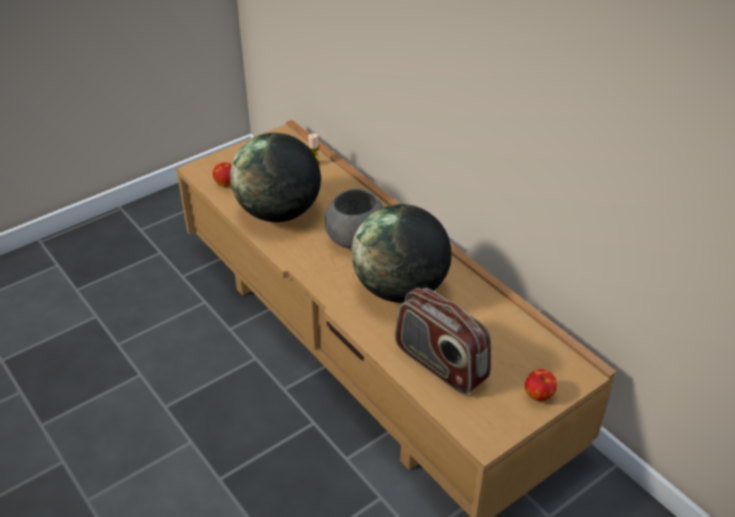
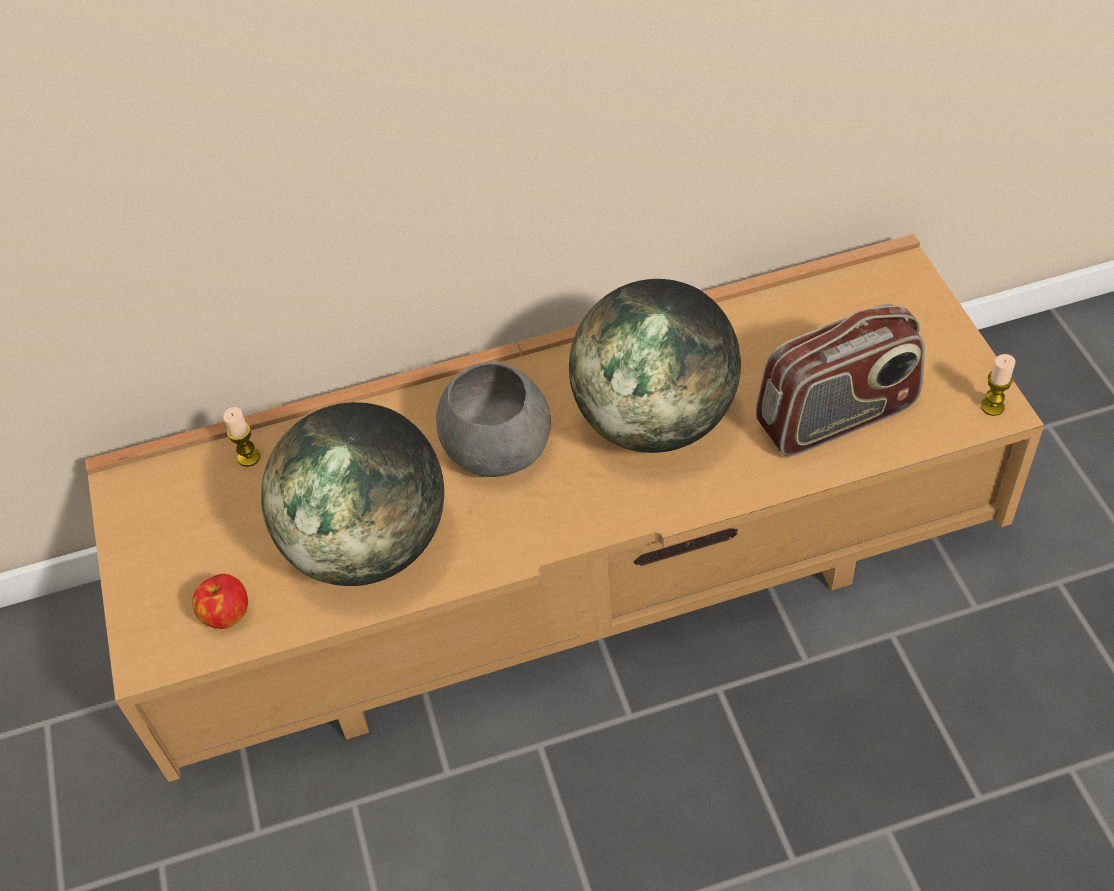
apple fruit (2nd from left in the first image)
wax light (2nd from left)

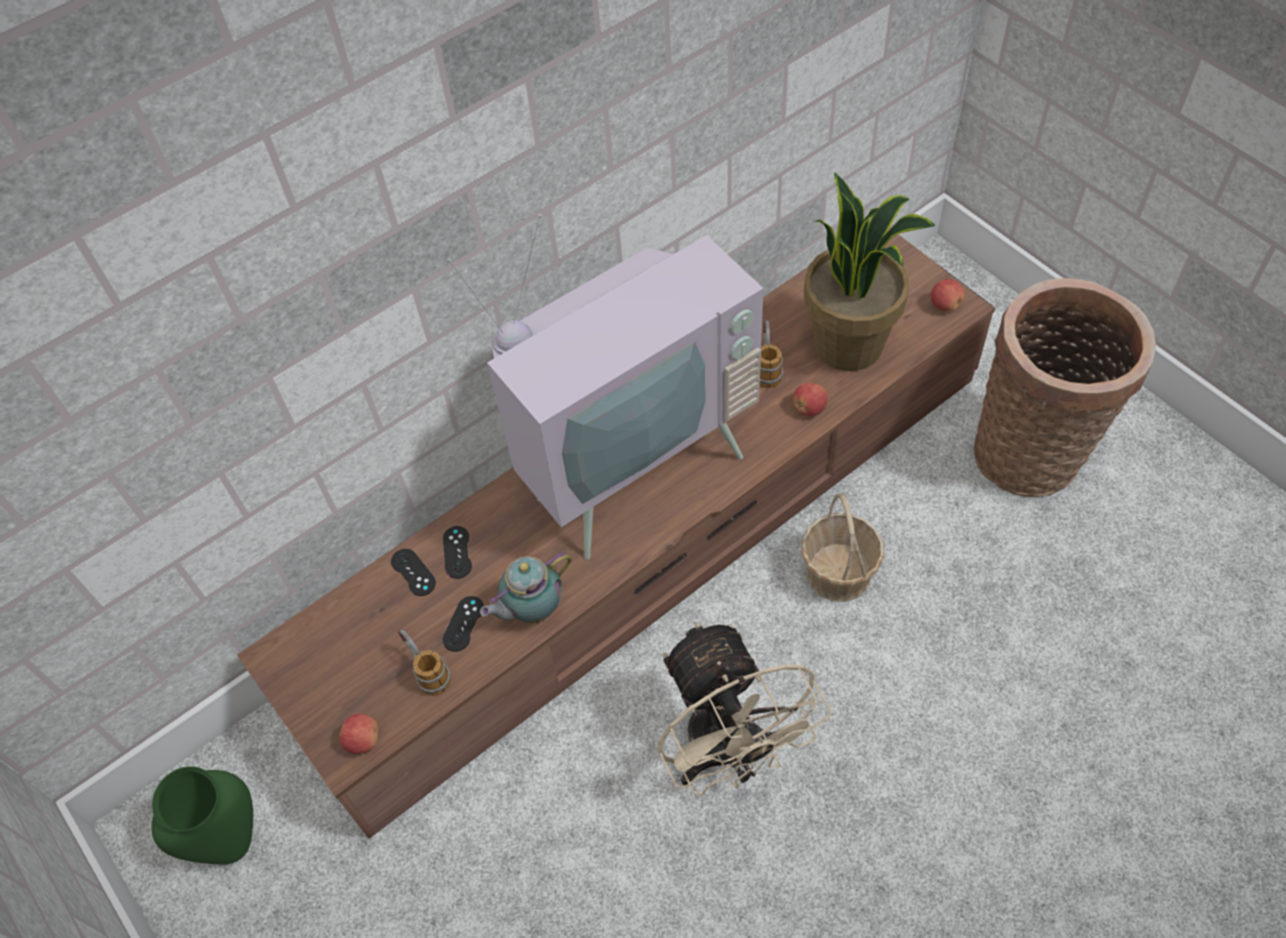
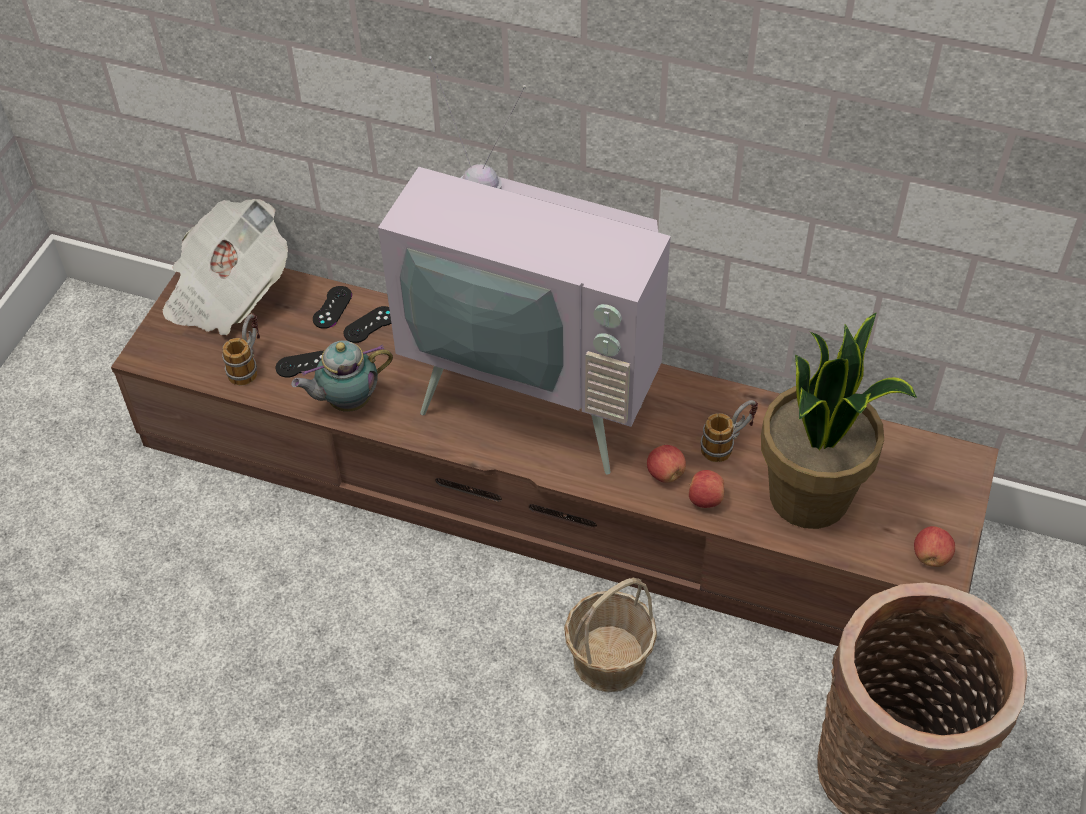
green flower vase
sand-coloured fan
newspaper
apple fruit (1st from left)
pot for tea

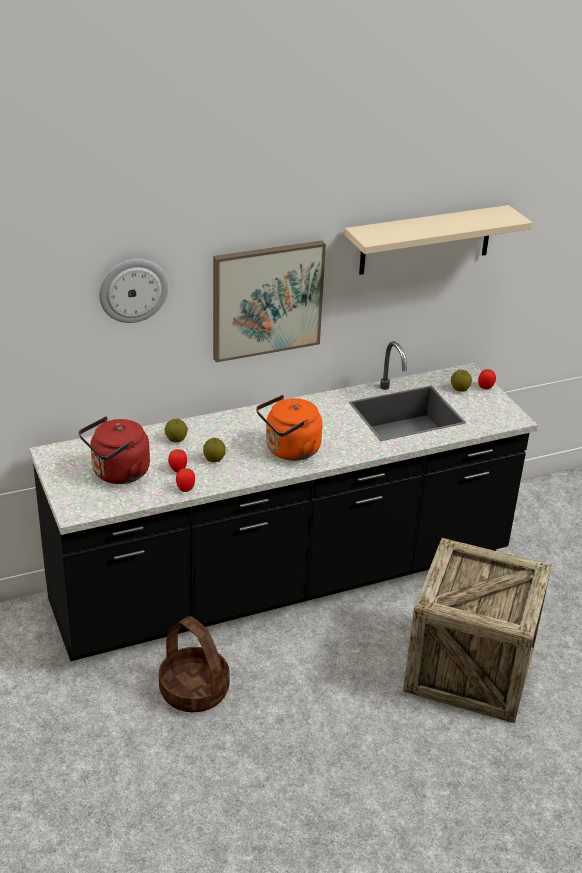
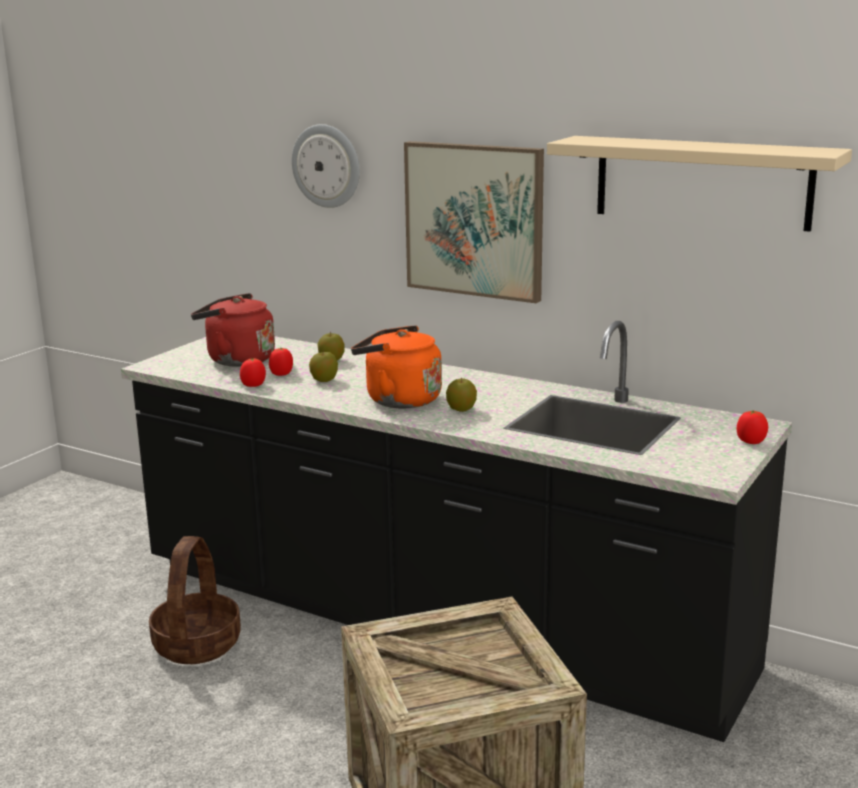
apple fruit (3rd from left)

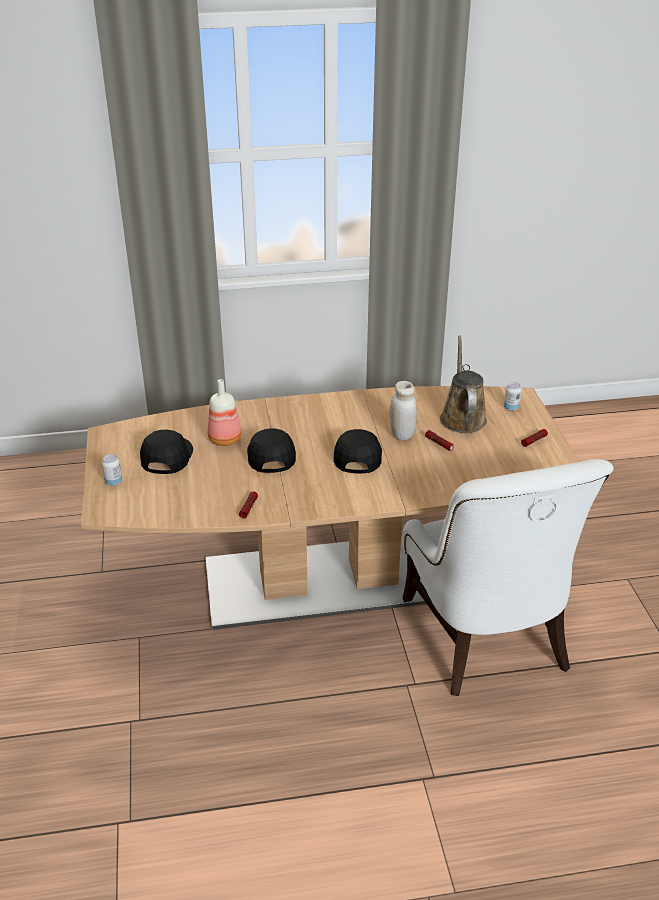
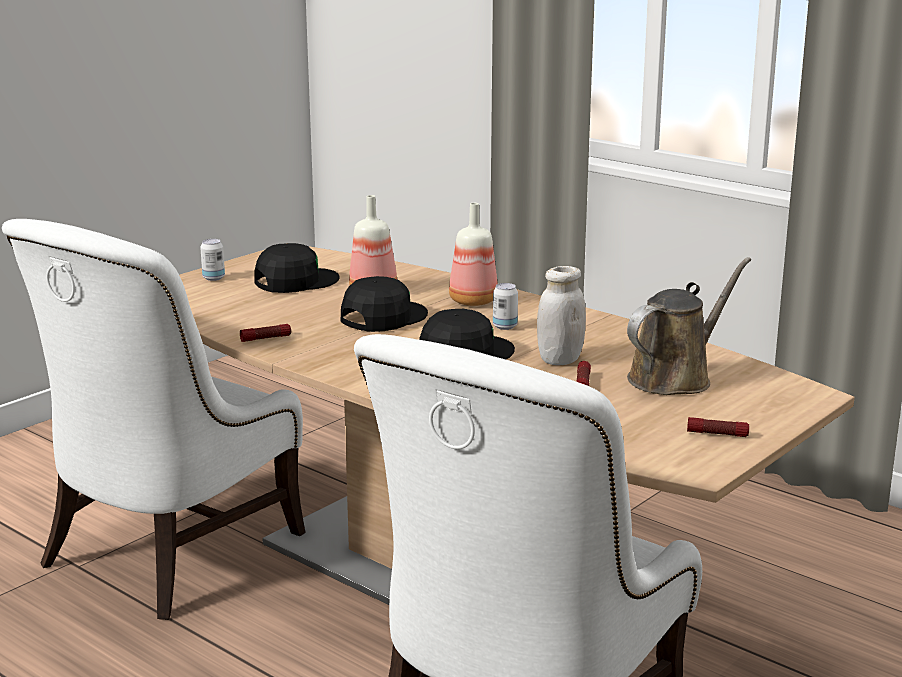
white-coloured chair (1st from left)
beverage bottle (2nd from left)
can (2nd from left)

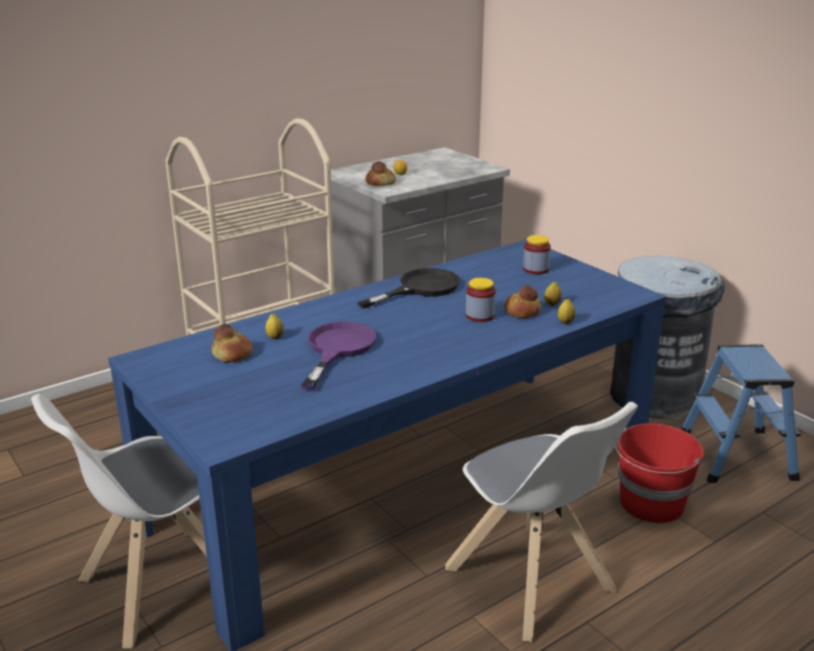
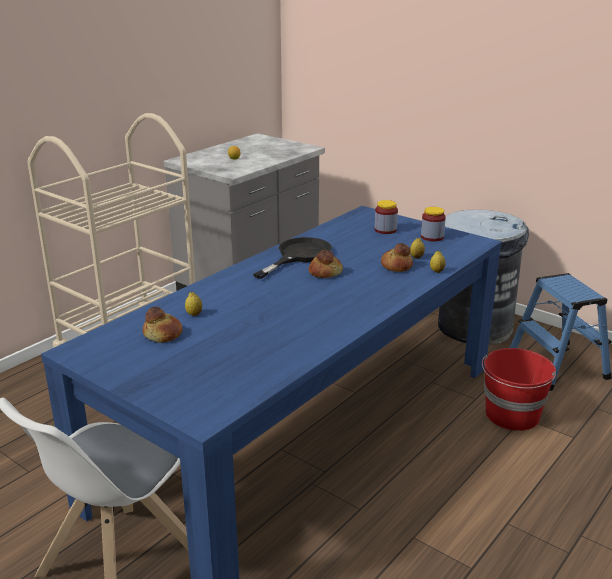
purplish skillet
chair (2nd from left in the first image)
bakery bread (2nd from left)
storage jar (2nd from left)

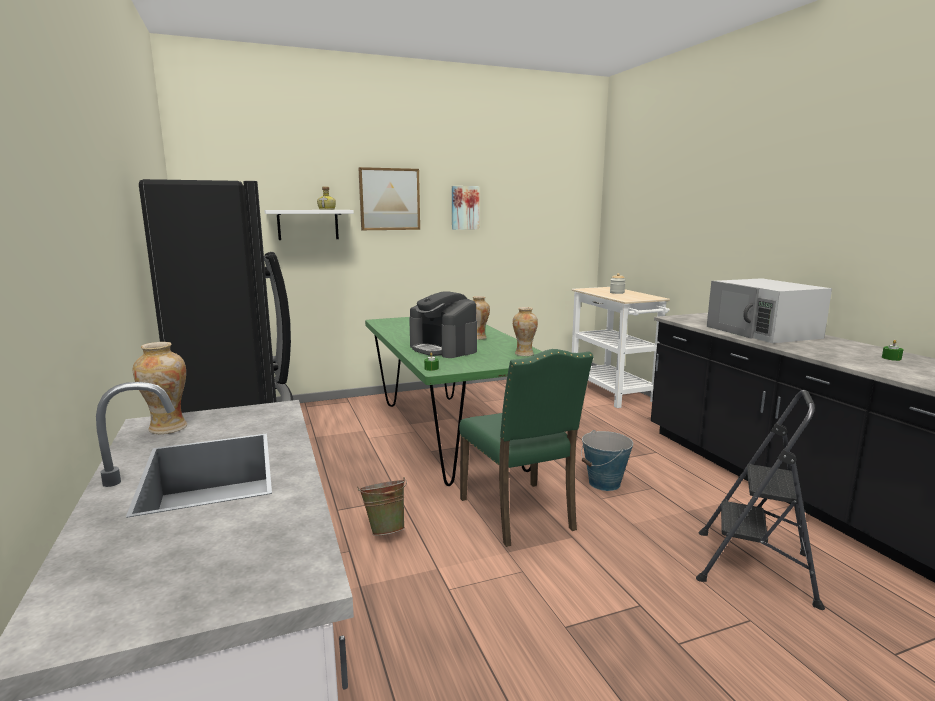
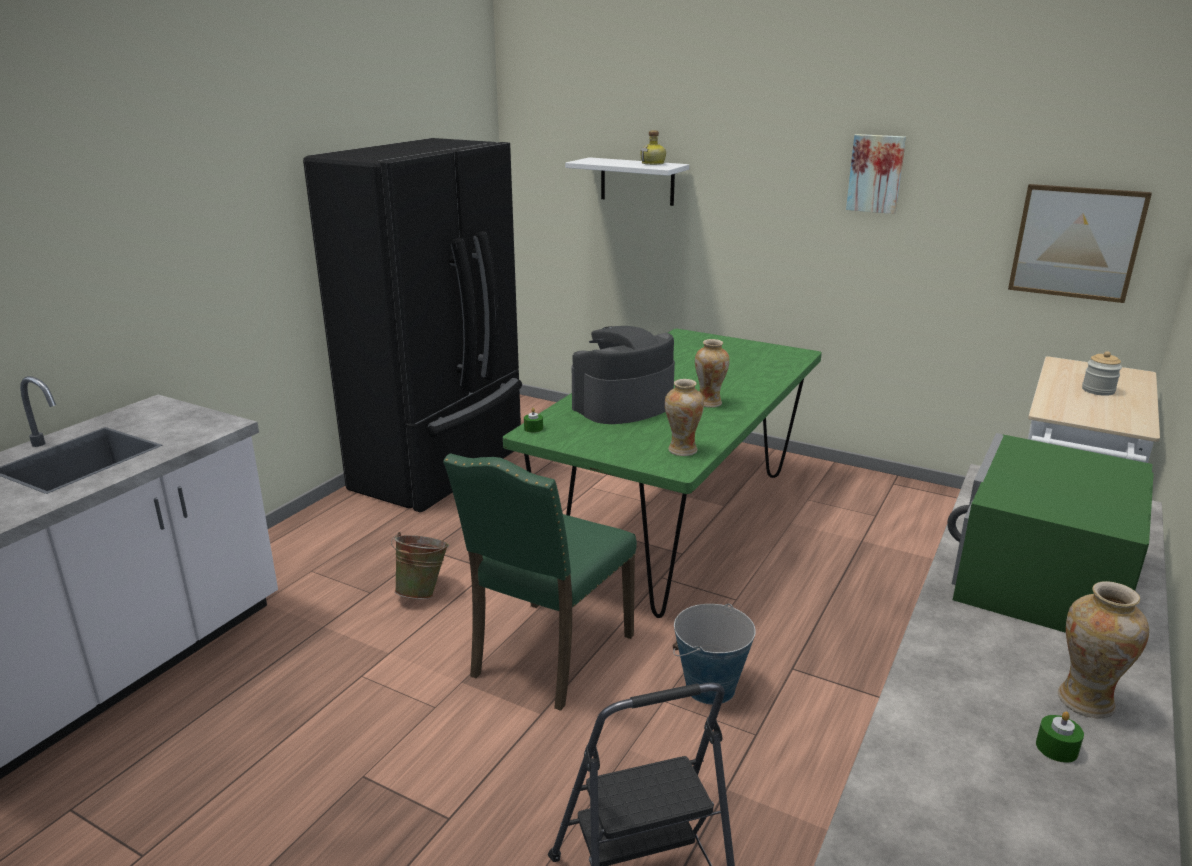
flower vase (3rd from left)
wall art (2nd from left)
green kitchen microwave
coffee machine

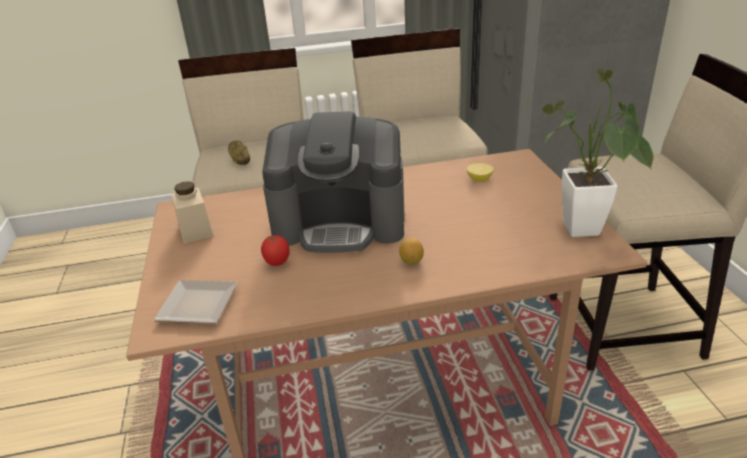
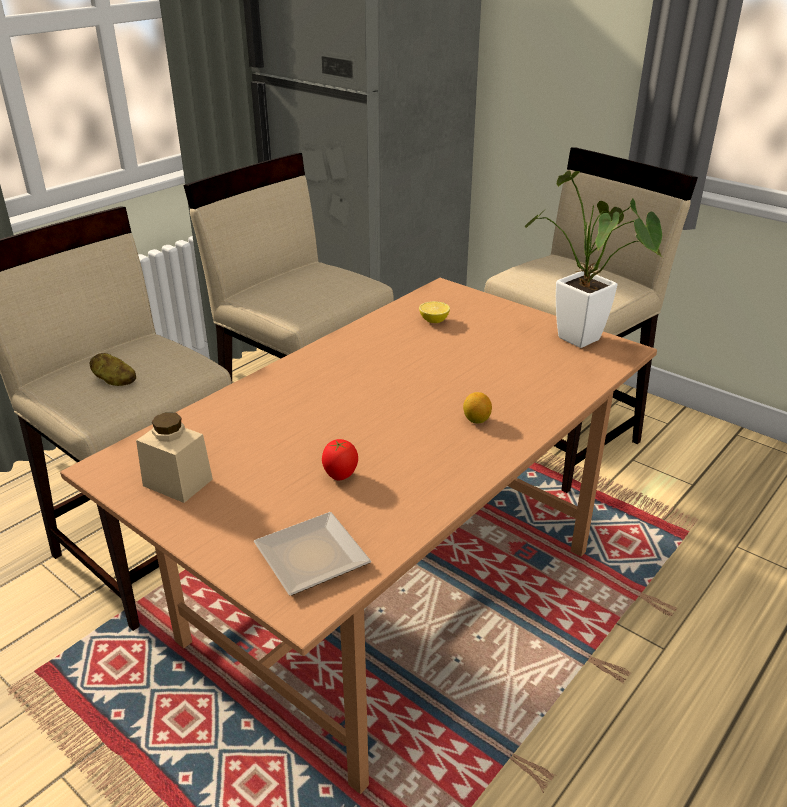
coffee machine

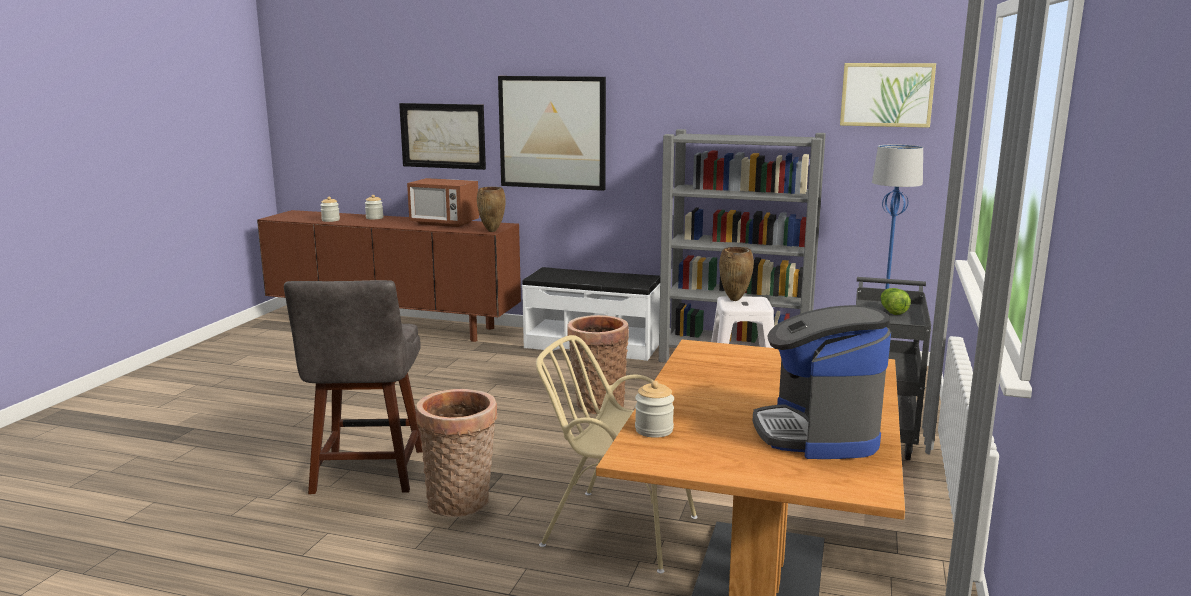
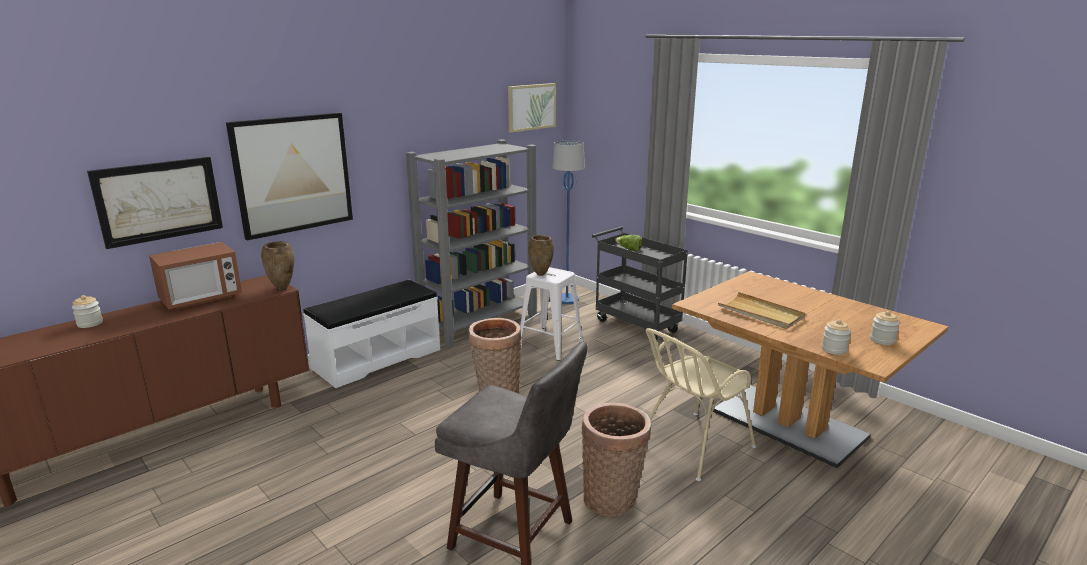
coffee machine
sand-coloured serving tray
storage jar (3rd from left)

